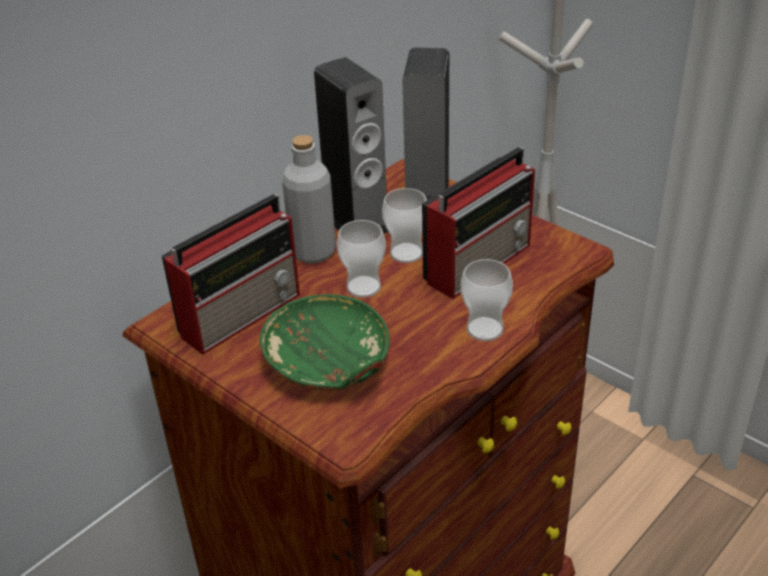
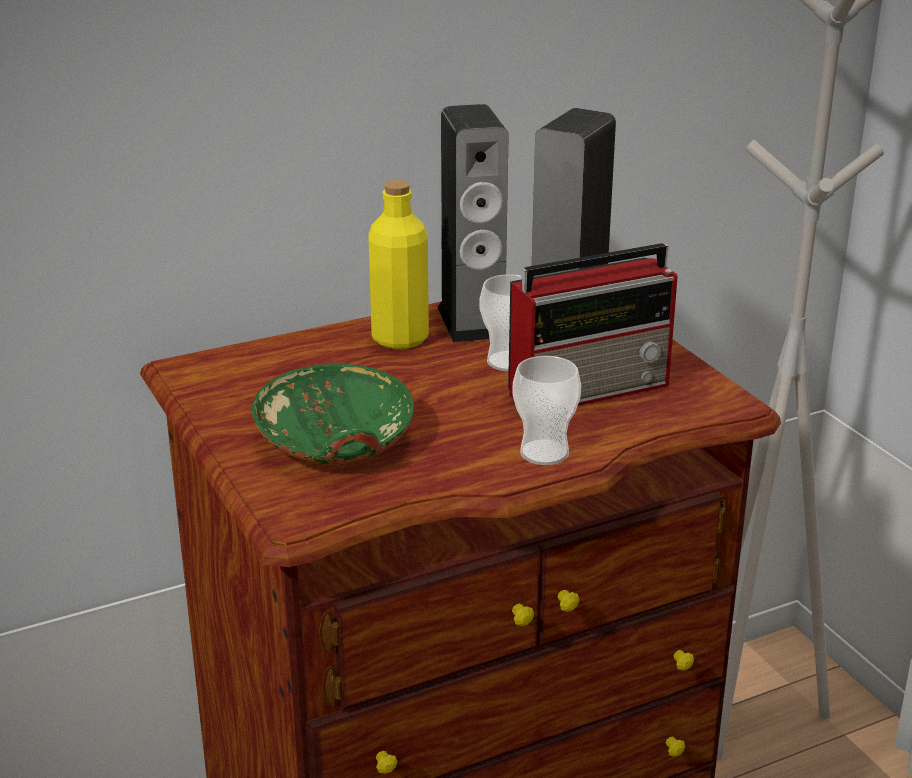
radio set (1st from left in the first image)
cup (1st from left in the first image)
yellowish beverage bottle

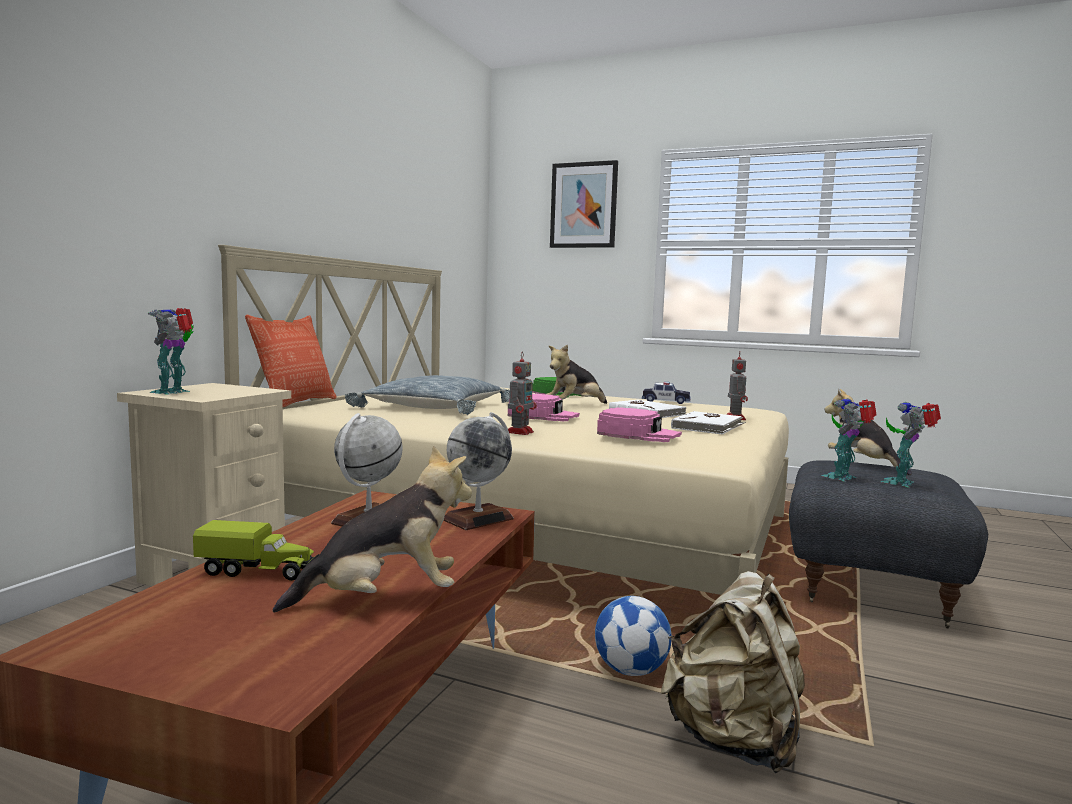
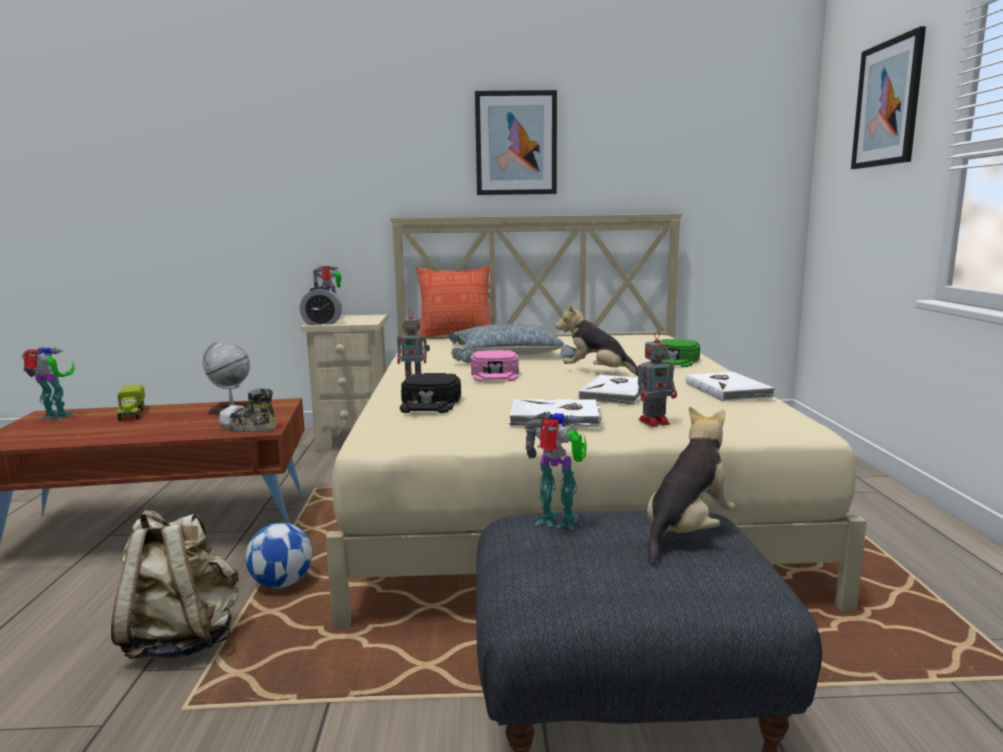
cuddly toy (1st from left in the first image)
bedside clock
wall art (1st from left)
model robot (1st from left)
item of footwear
white-coloured book (3rd from left)
black baseball cap

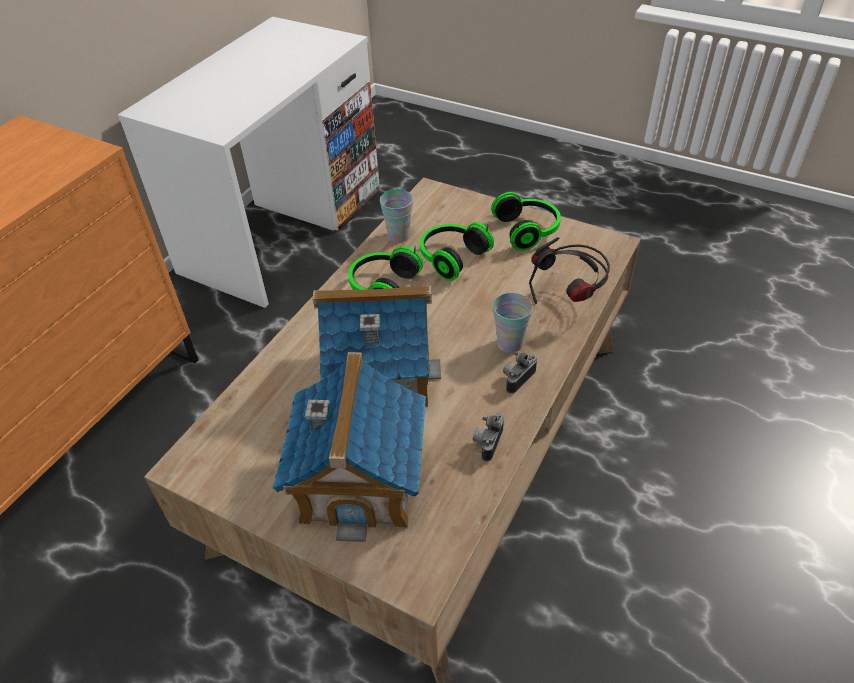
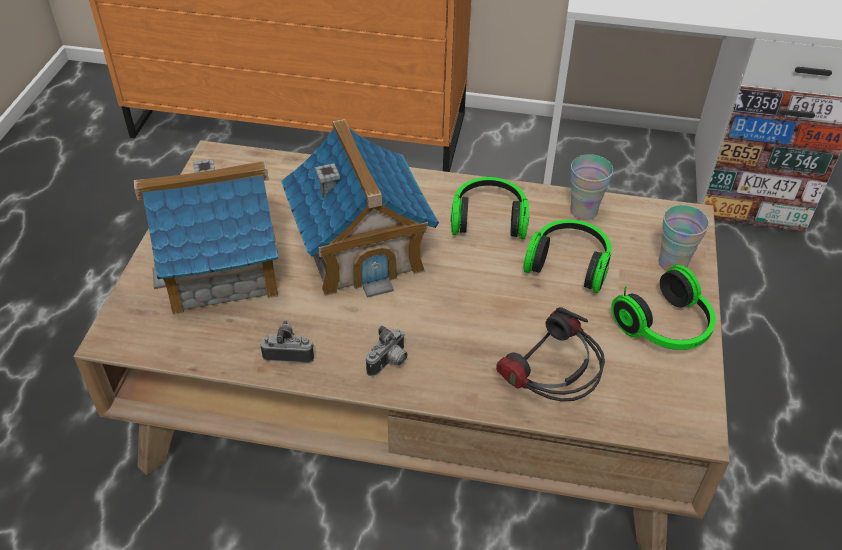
cup (2nd from left)
still camera (2nd from left)

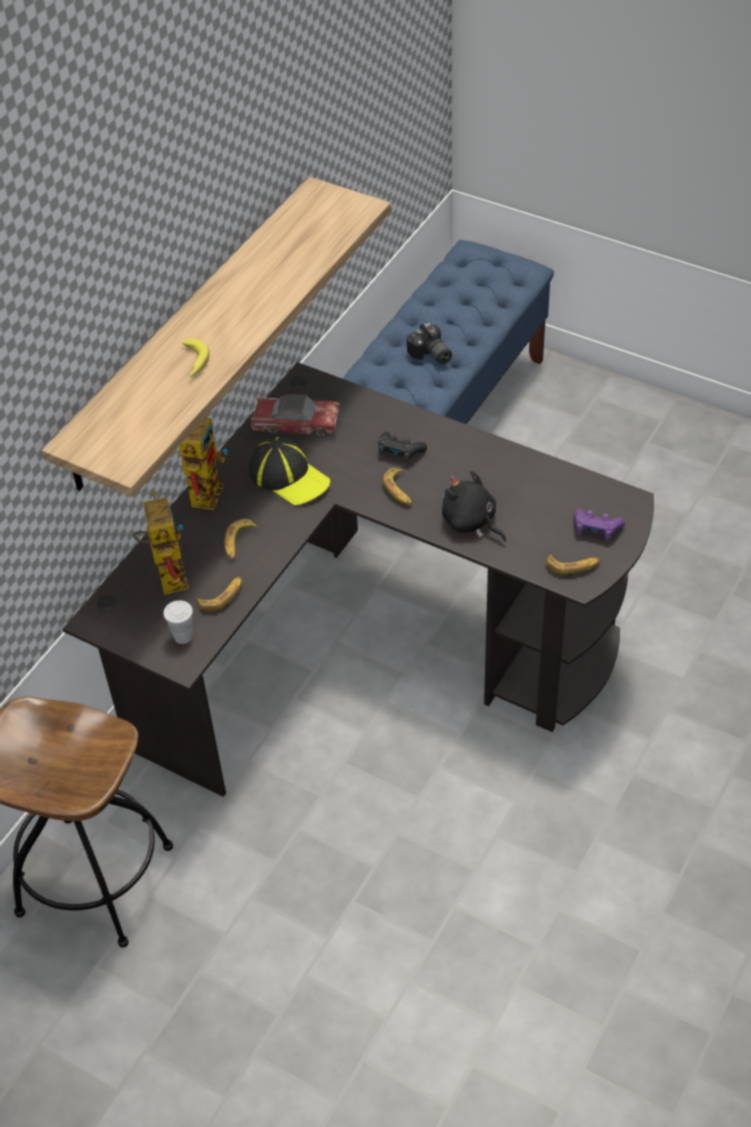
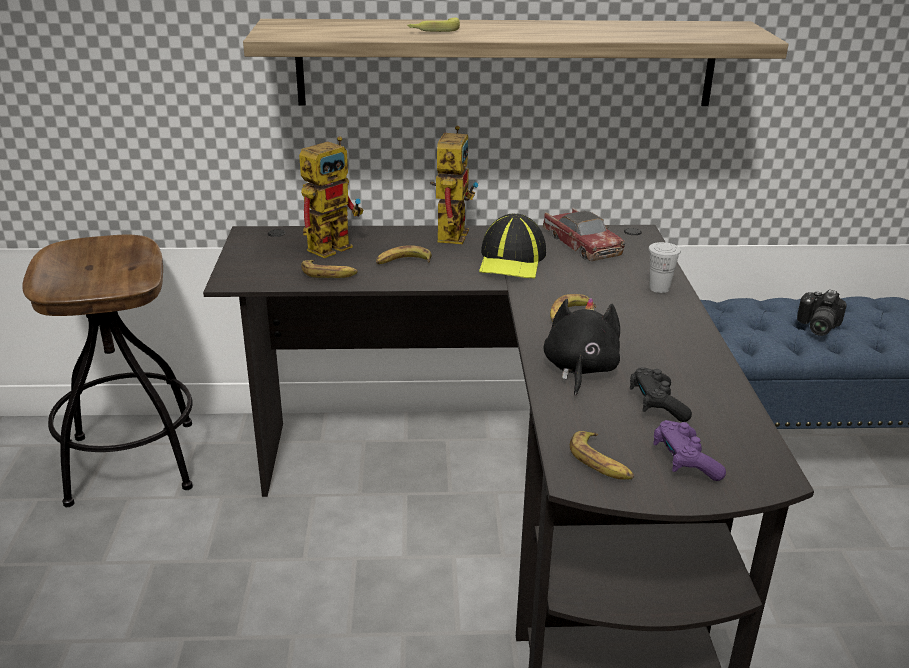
white-coloured cup
black game controller
model robot (2nd from left)

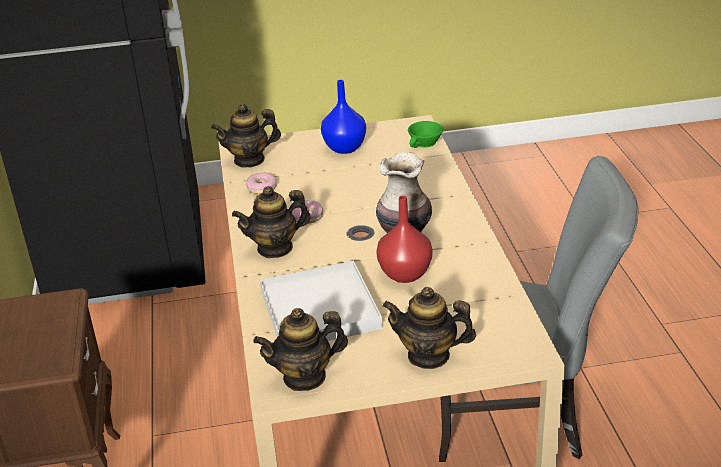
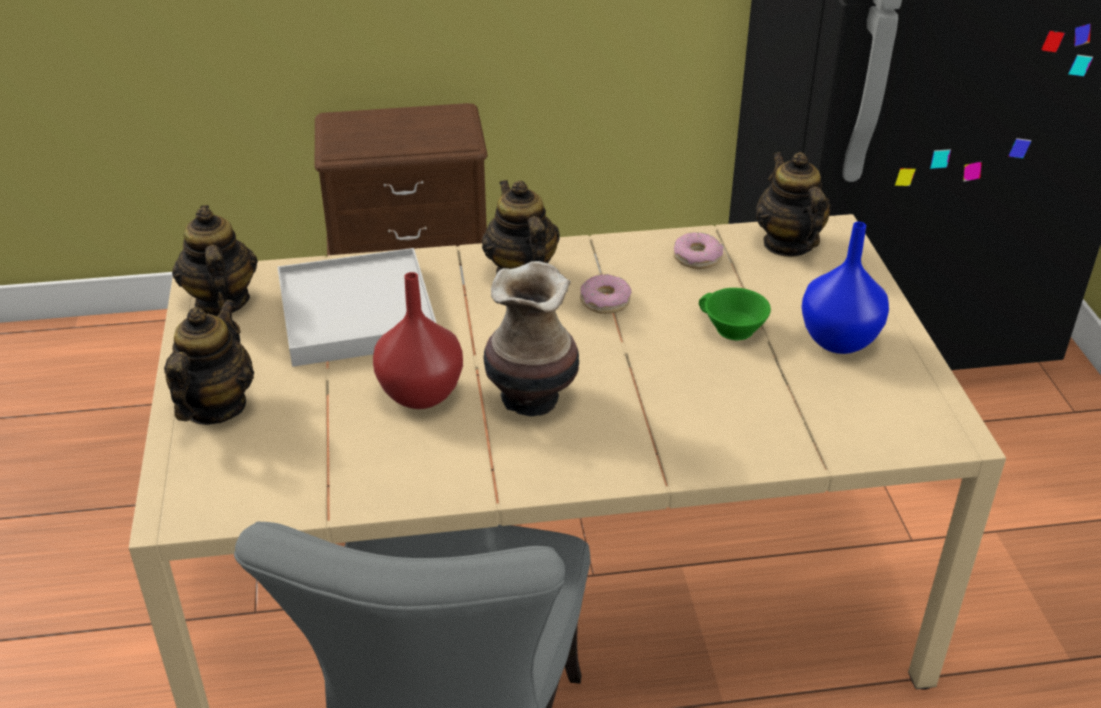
green cup

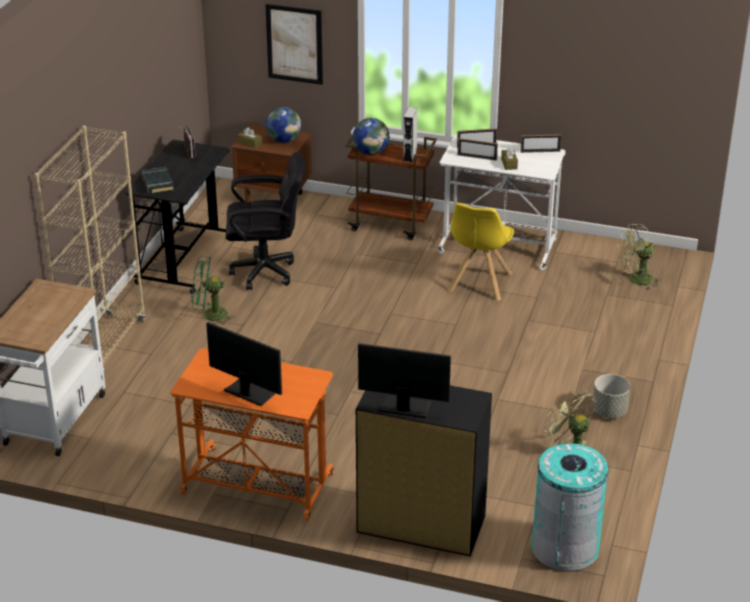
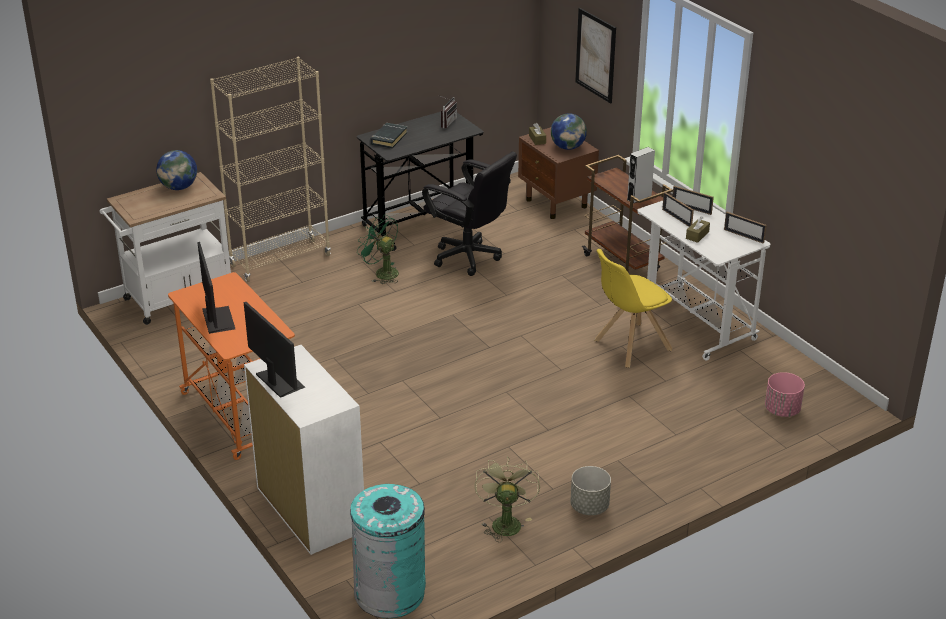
desk globe (1st from left)
pink-coloured planter
white-coloured cabinet

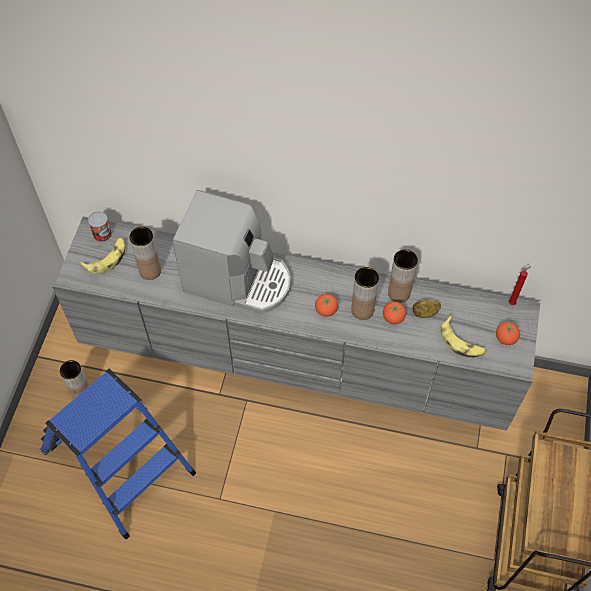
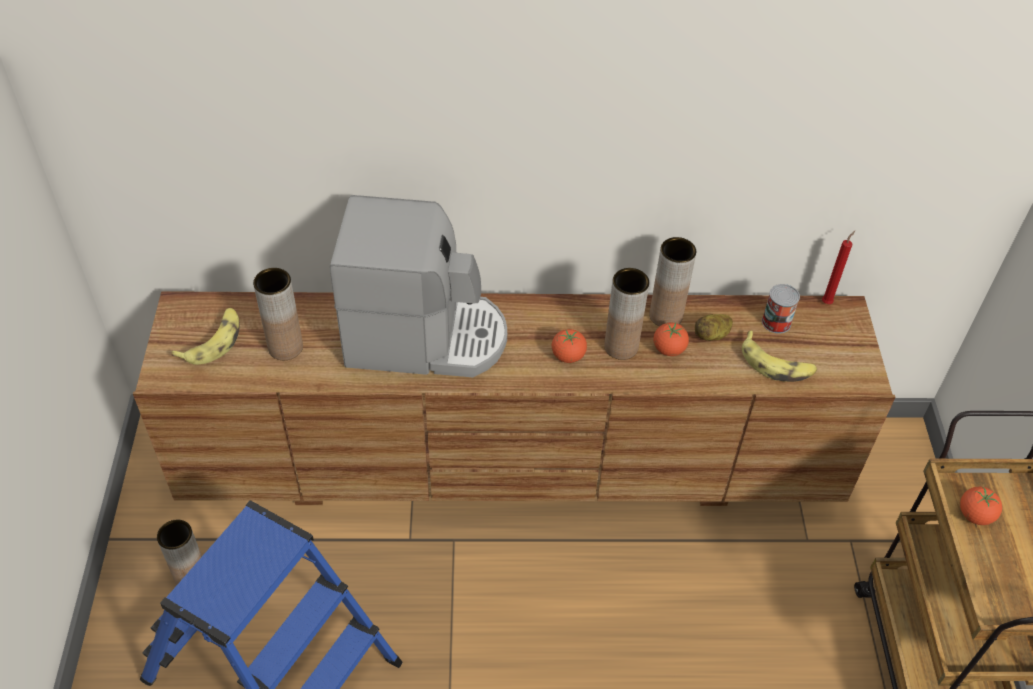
can
tomato (3rd from left)
brownish cabinet

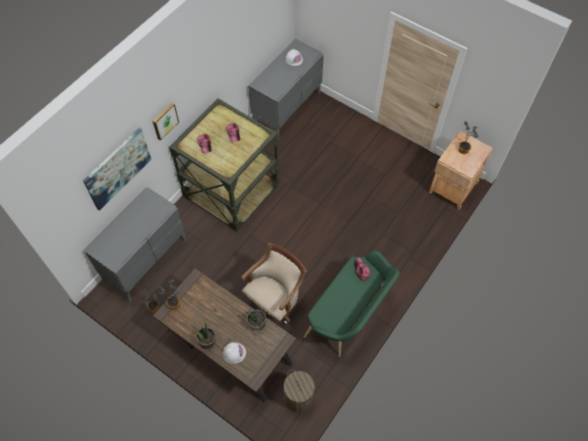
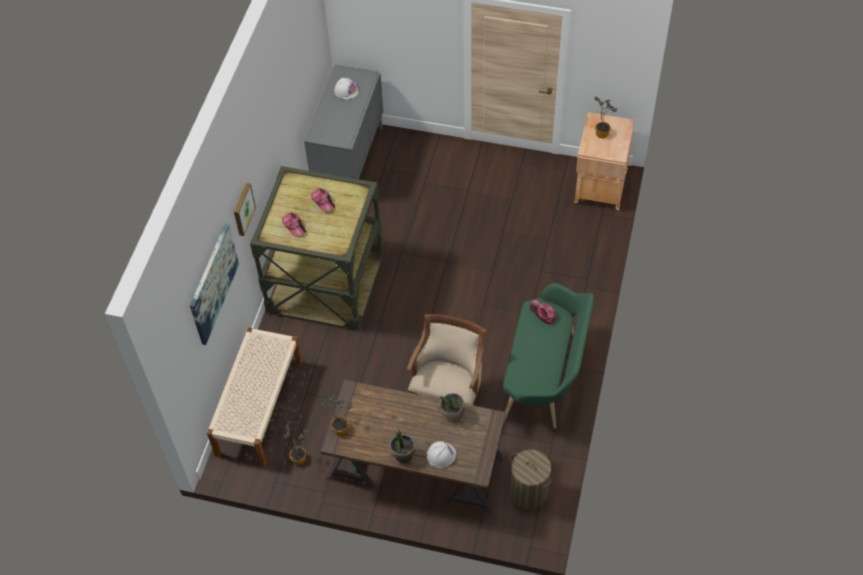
sand-coloured bench

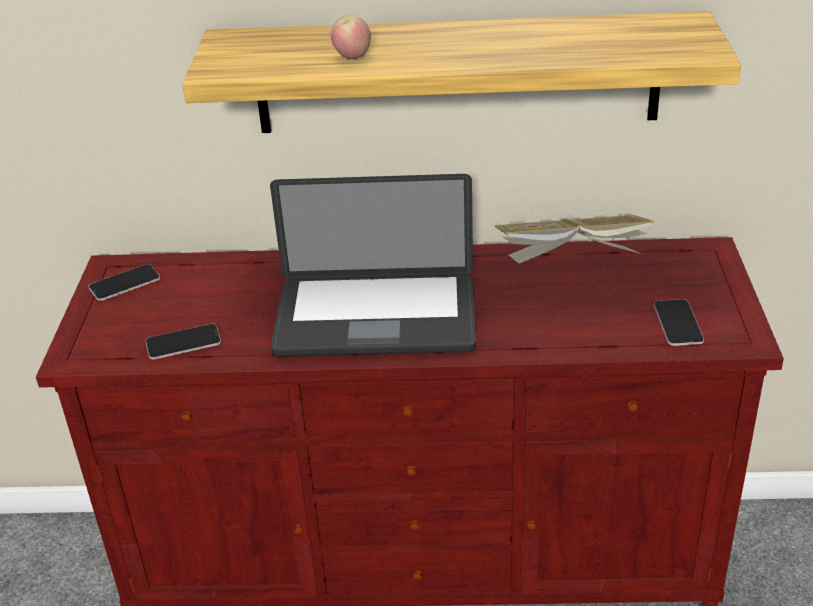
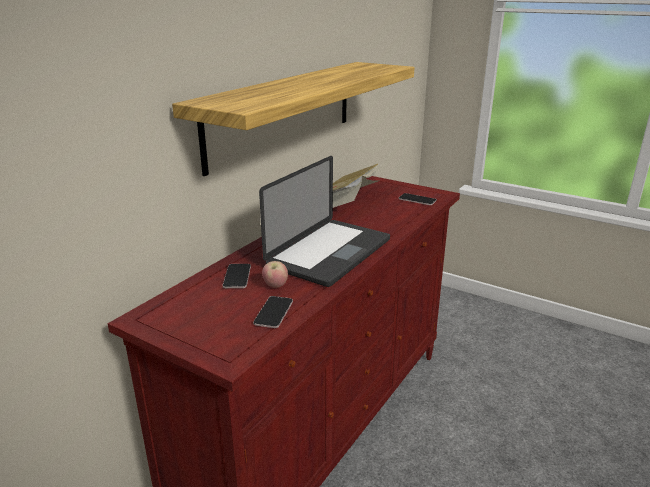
phone (1st from left)
apple fruit

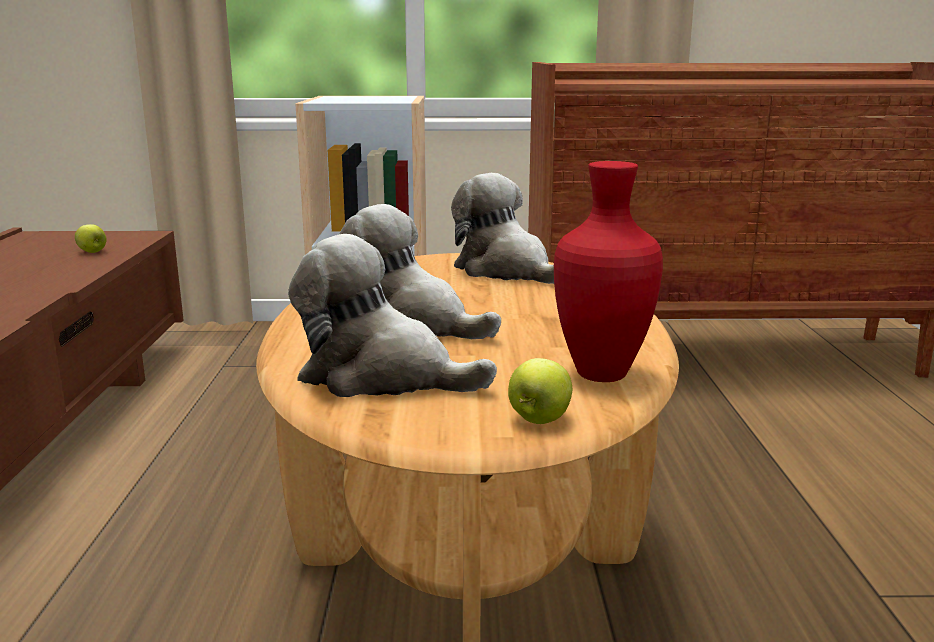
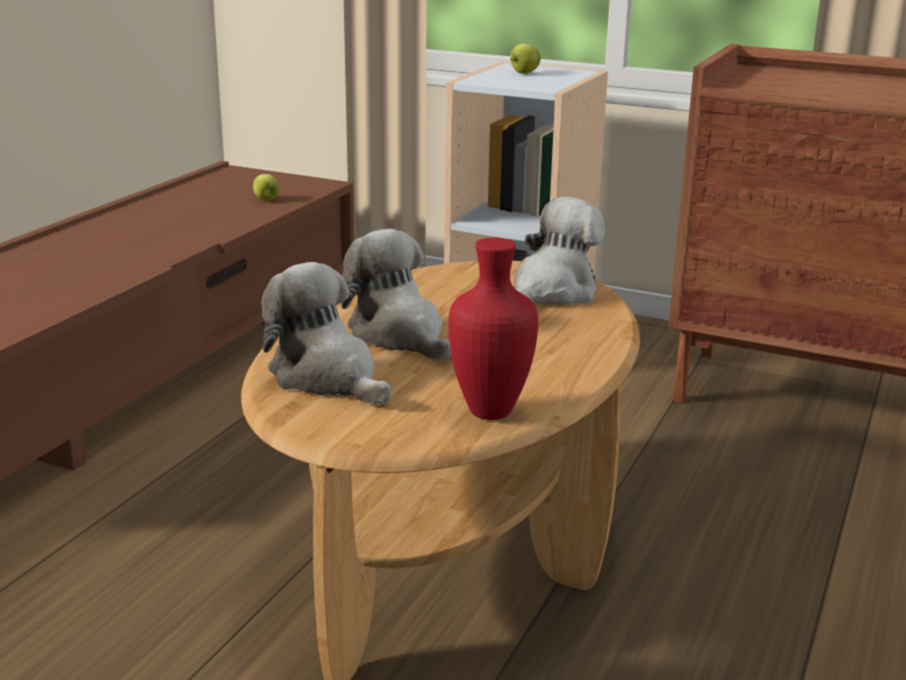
apple fruit (2nd from left)
cuddly toy (3rd from left)

